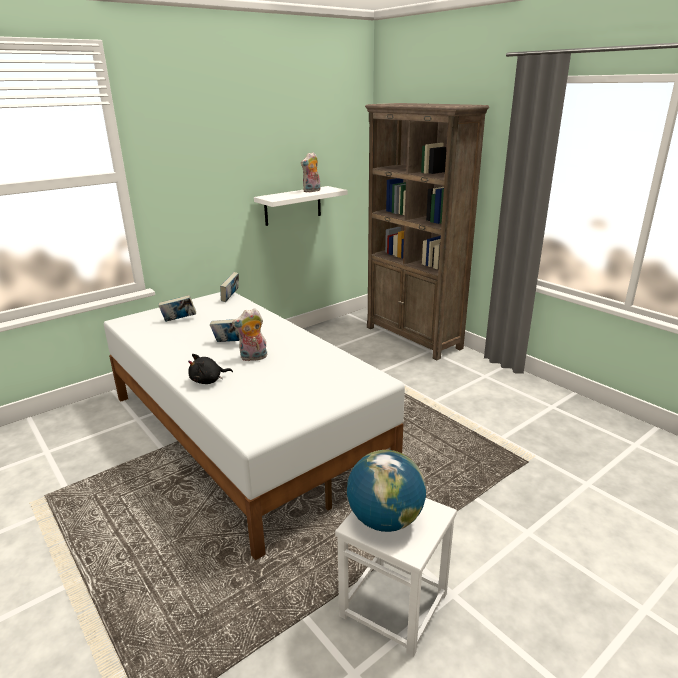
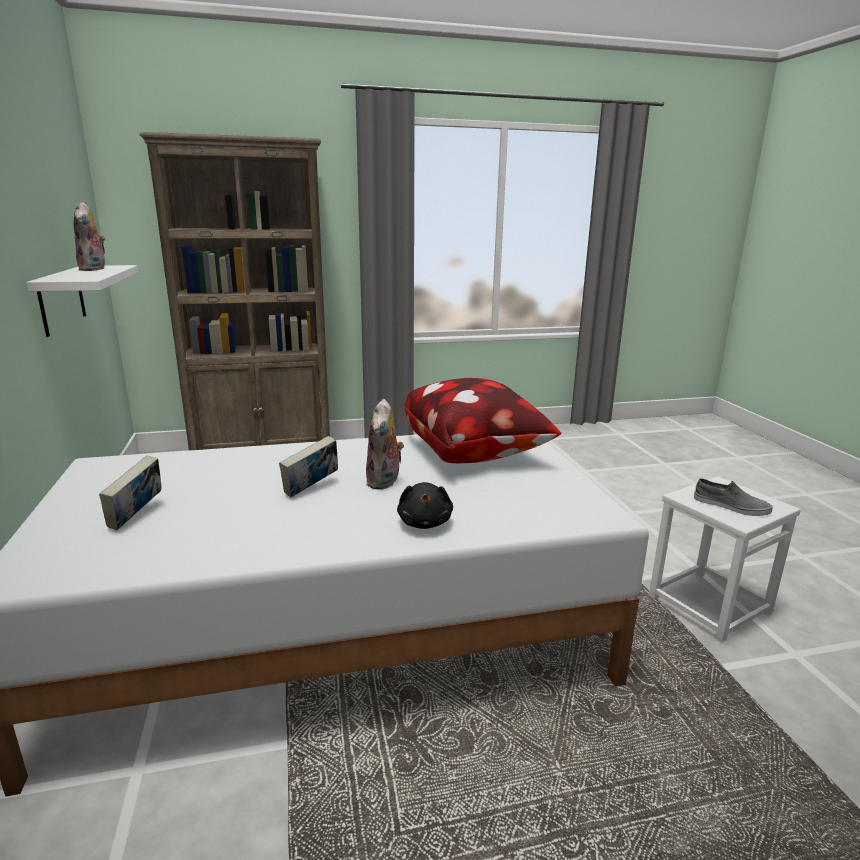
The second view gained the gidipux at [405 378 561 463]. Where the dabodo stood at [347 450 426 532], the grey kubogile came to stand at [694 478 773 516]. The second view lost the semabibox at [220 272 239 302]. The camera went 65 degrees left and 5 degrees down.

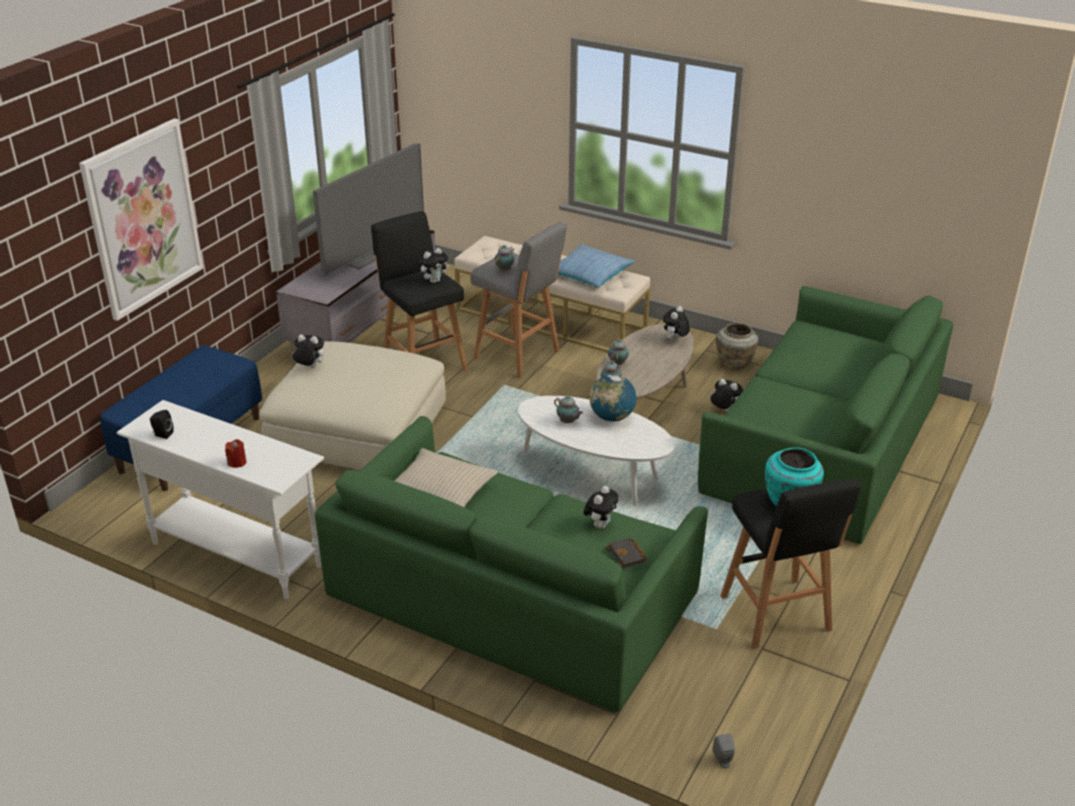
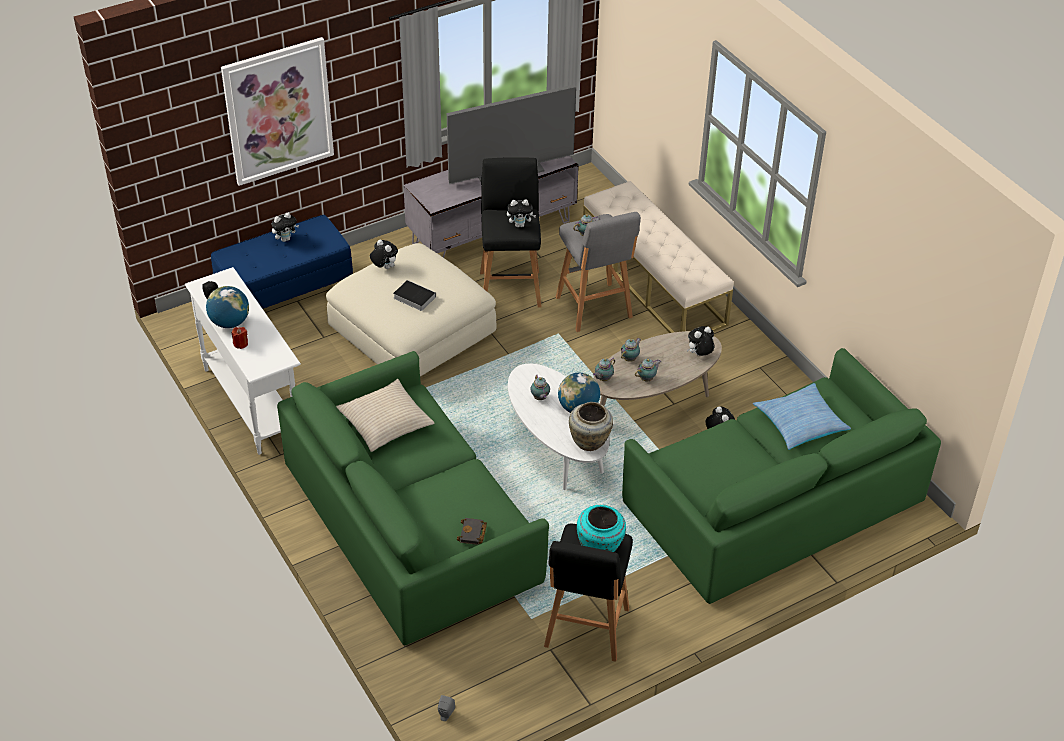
The second view gained the dabodo at [206 286 249 328]. The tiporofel ended up elsewhere, having gone from [583 486 619 529] to [272 213 299 242]. The second view gained the semabibox at [393 280 436 311]. The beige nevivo ended up elsewhere, having gone from [716 323 758 370] to [569 402 613 451]. The second view gained the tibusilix at [635 359 661 381]. The gidipux ended up elsewhere, having gone from [558 244 635 288] to [753 383 851 450]. The camera went 30 degrees right and 10 degrees up.

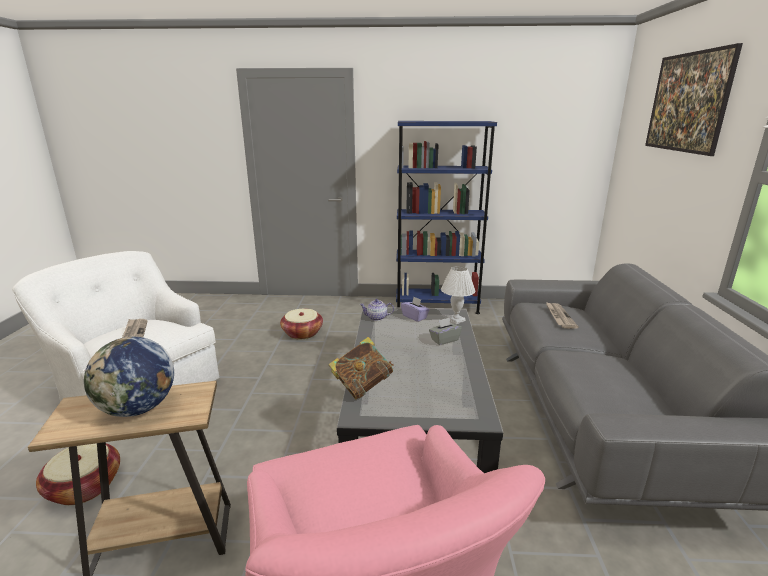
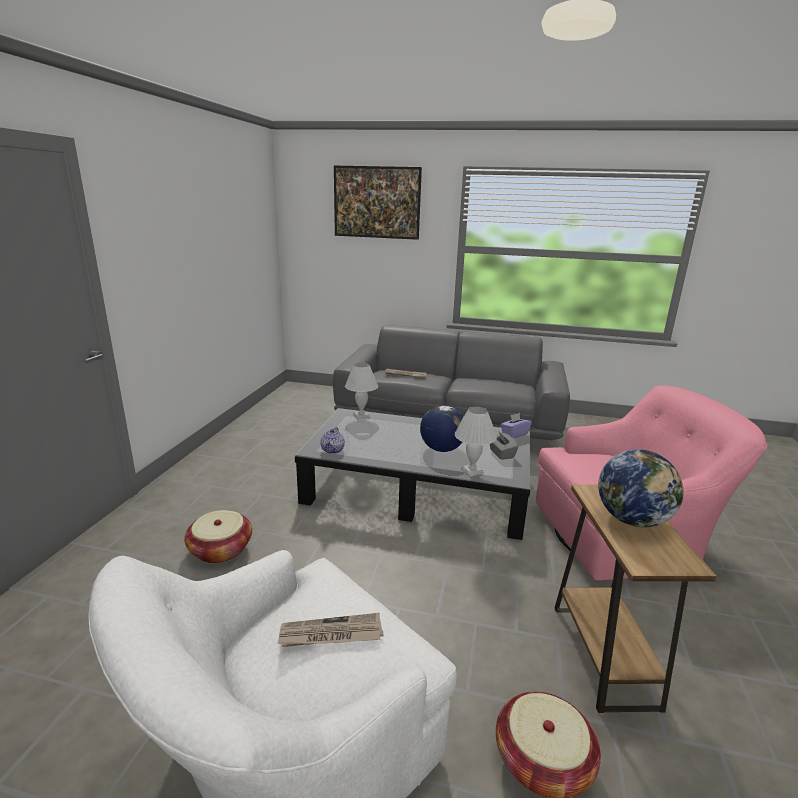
The second view gained the dabodo at [420 405 463 452]. Where the semabibox stood at [328 337 394 400], the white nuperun came to stand at [455 407 496 477]. The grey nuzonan ended up elsewhere, having gone from [429 318 462 345] to [490 432 518 460]. The purple nuzonan ended up elsewhere, having gone from [401 297 430 322] to [501 413 532 438]. The second view lost the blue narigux at [396 121 497 314]. The camera went 80 degrees left and 0 degrees up.

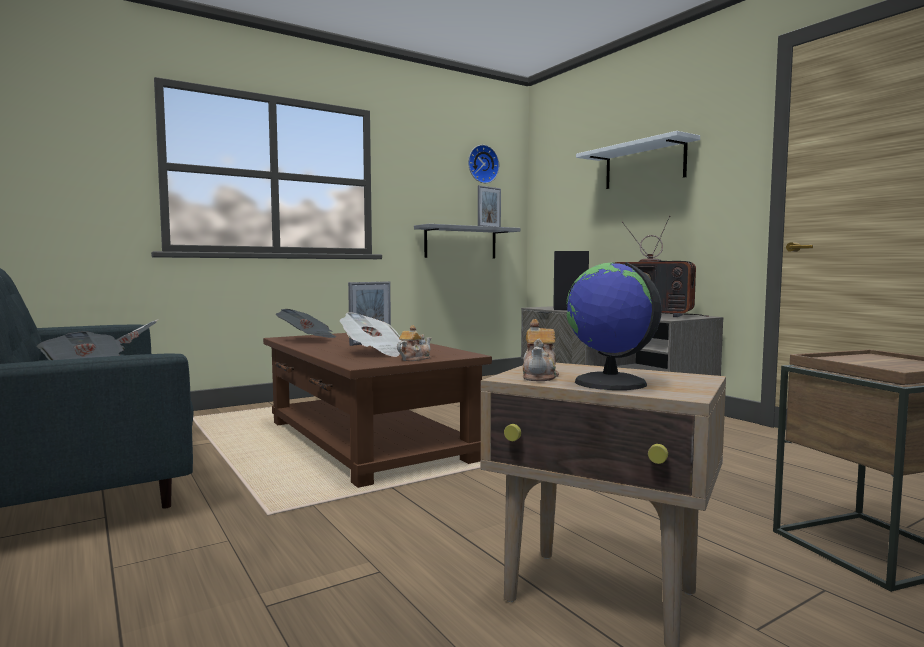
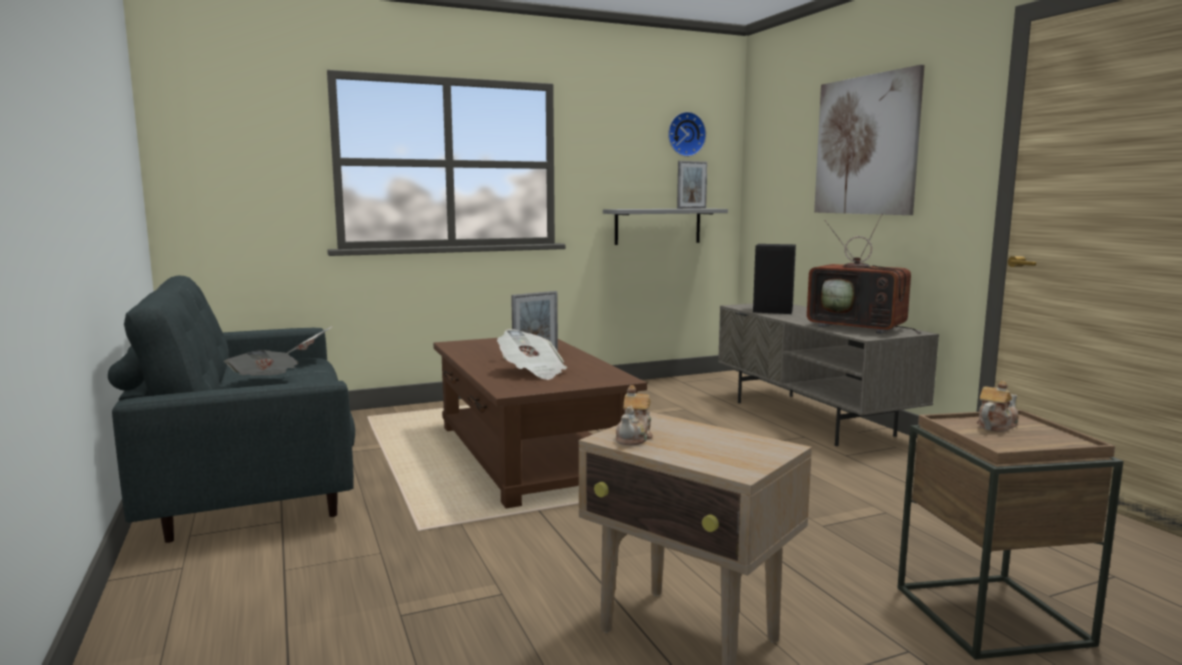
Where the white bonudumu hung at [576 131 700 189], the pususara came to hang at [814 65 925 215]. The tibusilix ended up elsewhere, having gone from [397 325 431 361] to [977 381 1019 432]. The second view lost the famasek at [276 309 336 338]. The second view lost the dabodo at [566 262 662 390]. The camera went 10 degrees right and 5 degrees up.

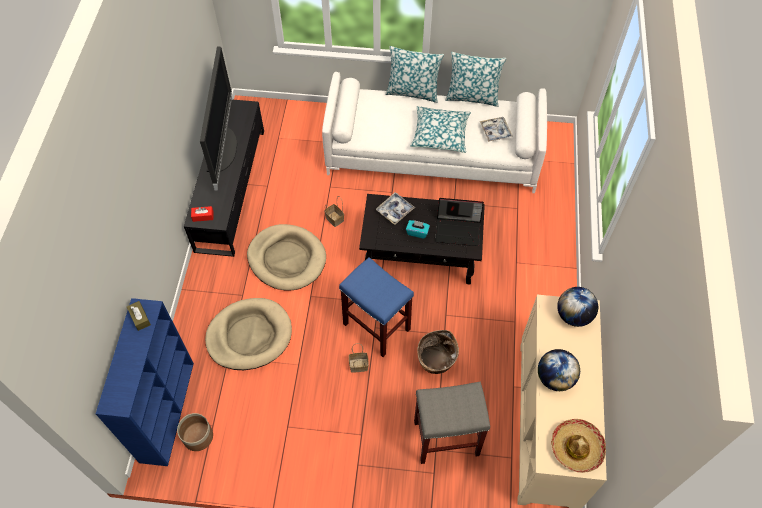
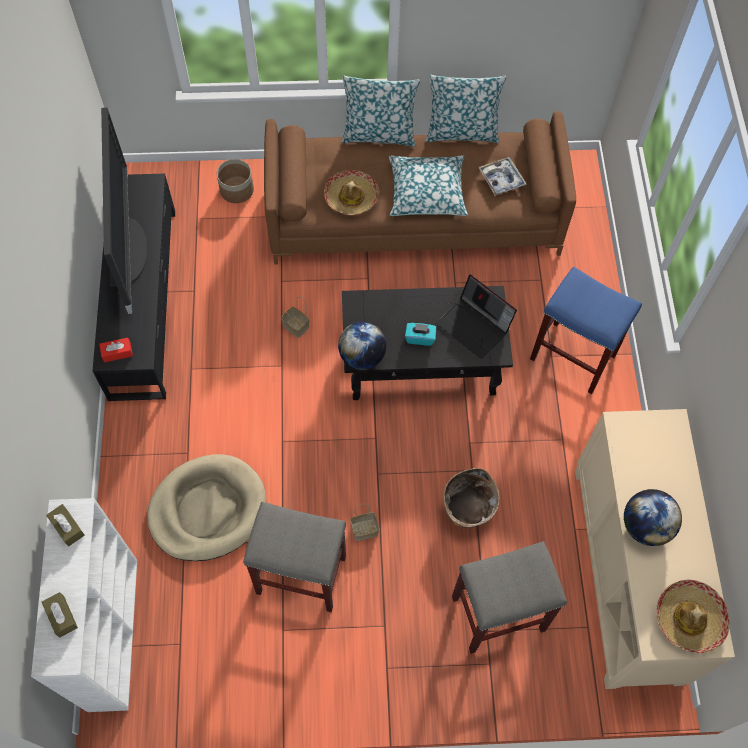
What was the blue narigux at [96 298 194 466] turned into the white narigux at [31 498 137 712]. The second view gained the brown nuzonan at [42 592 78 638]. The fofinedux ended up elsewhere, having gone from [177 413 213 451] to [217 159 254 203]. The second view gained the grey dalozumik at [243 502 346 612]. What was the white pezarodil at [322 72 547 193] turned into the brown pezarodil at [264 111 576 264]. The second view gained the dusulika at [324 170 379 215]. The dabodo ended up elsewhere, having gone from [557 287 598 327] to [338 322 386 370]. The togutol at [435 198 484 246] ended up facing another way, 45 degrees clockwise from before. The blue dalozumik ended up elsewhere, having gone from [339 257 414 357] to [530 267 642 394]. The second view lost the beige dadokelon at [247 224 326 291]. The second view lost the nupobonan at [376 192 415 225]. The camera went 10 degrees left and 5 degrees up.

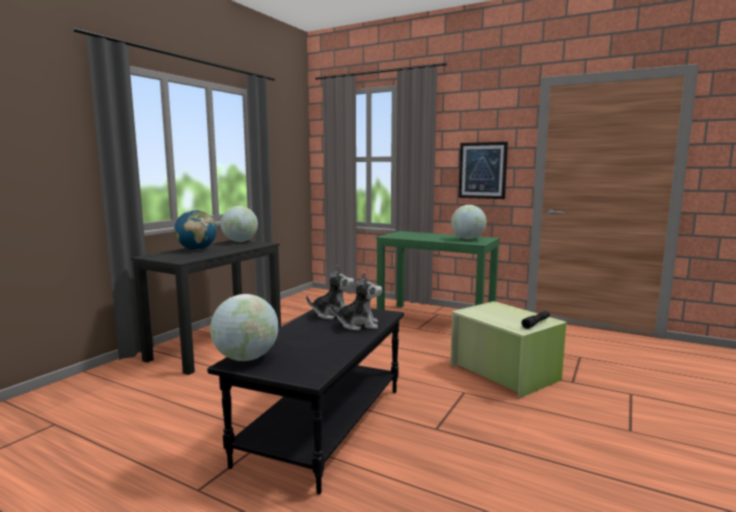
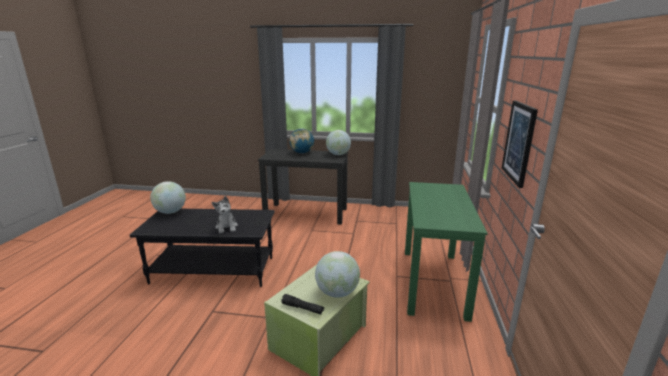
The dabodo ended up elsewhere, having gone from [451 205 487 240] to [315 251 360 298]. The second view lost the tiporofel at [306 265 354 320]. The camera went 70 degrees right and 10 degrees up.

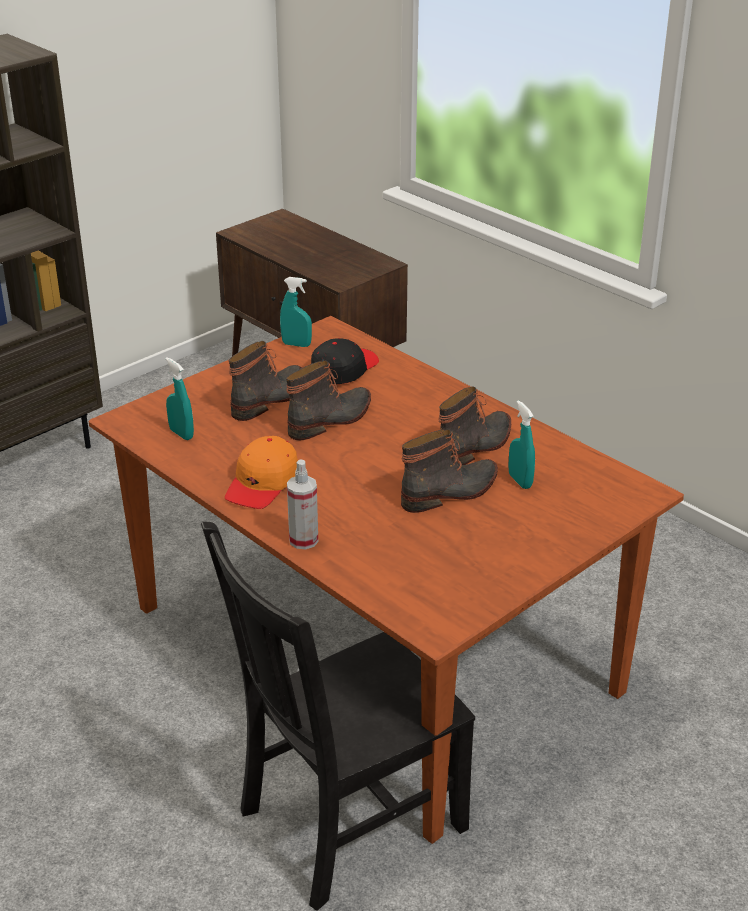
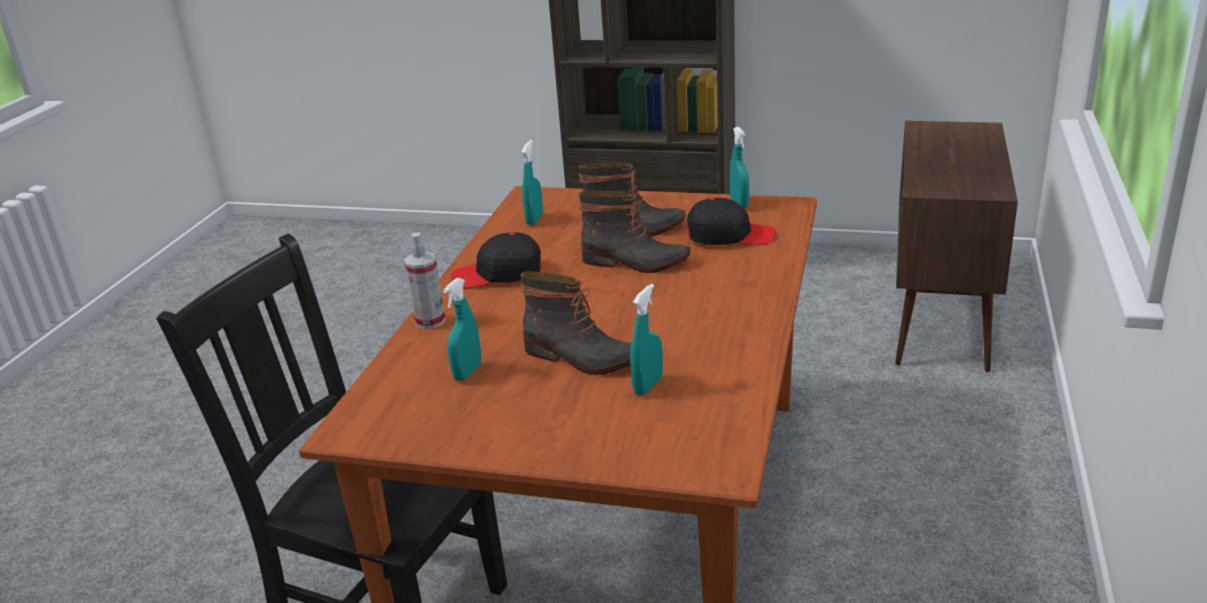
The second view gained the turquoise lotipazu at [443 278 481 381]. What was the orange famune at [225 436 298 509] turned into the black famune at [451 232 542 288]. The second view lost the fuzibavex at [438 386 511 465]. The camera went 60 degrees right and 5 degrees down.

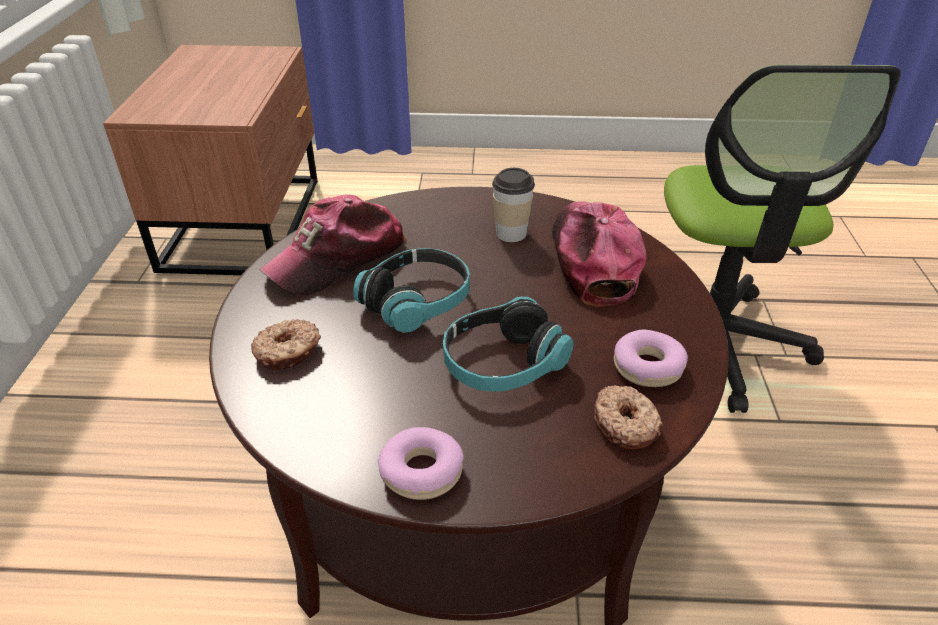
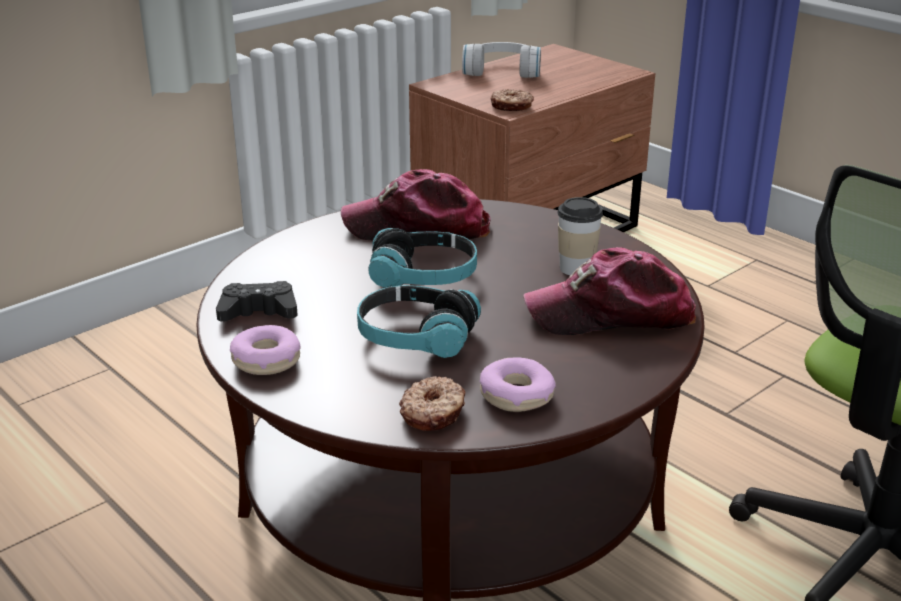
The second view gained the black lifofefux at [216 281 298 322]. The second view gained the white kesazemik at [462 42 541 78]. The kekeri ended up elsewhere, having gone from [251 319 321 370] to [491 89 534 111]. The famune at [552 201 646 307] ended up facing another way, 135 degrees counterclockwise from before. The camera went 45 degrees right and 10 degrees down.

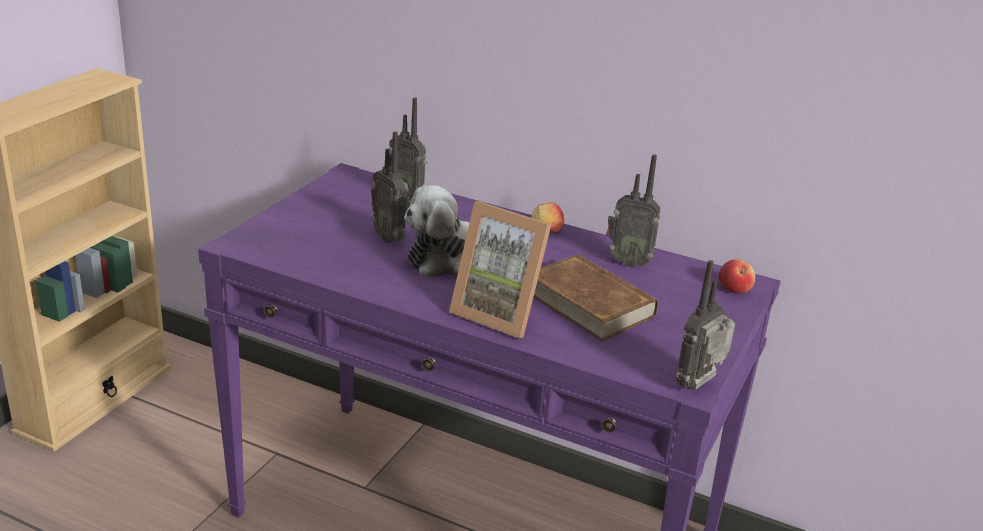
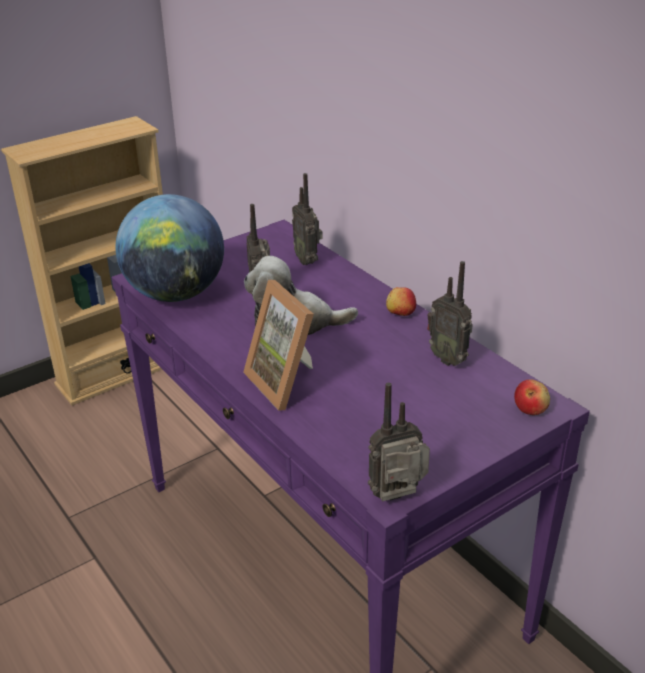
The second view gained the dabodo at [116 194 224 302]. The second view lost the brown semabibox at [534 254 658 341]. The camera went 30 degrees right and 5 degrees up.

